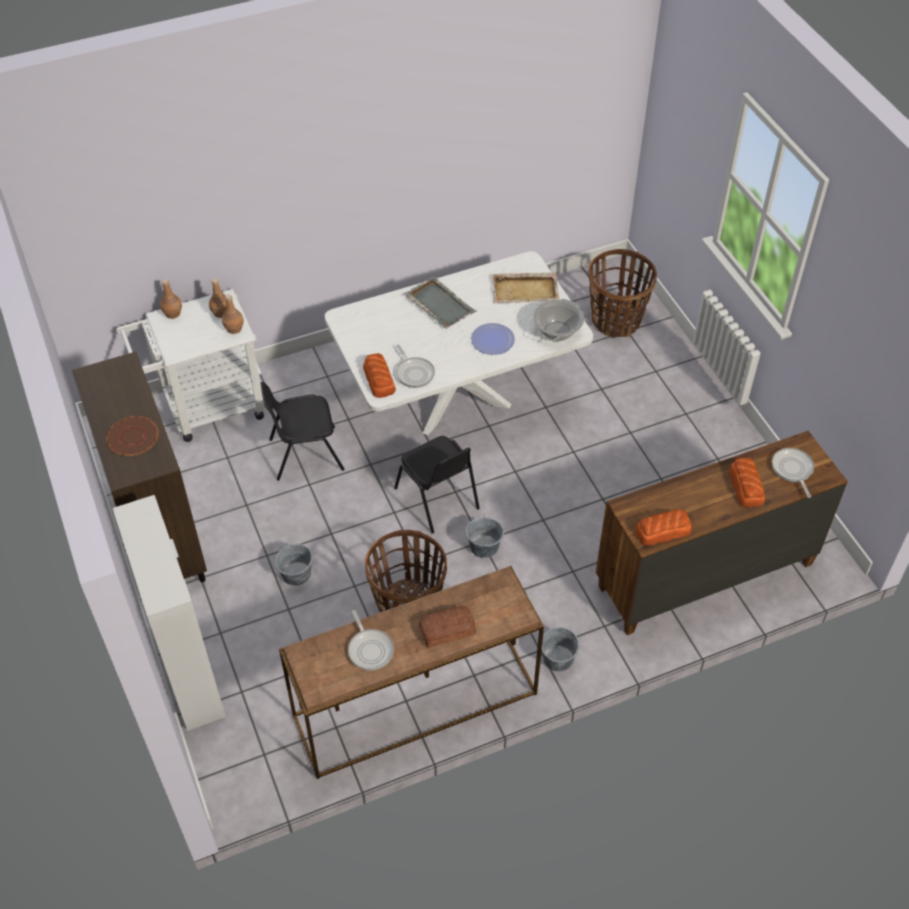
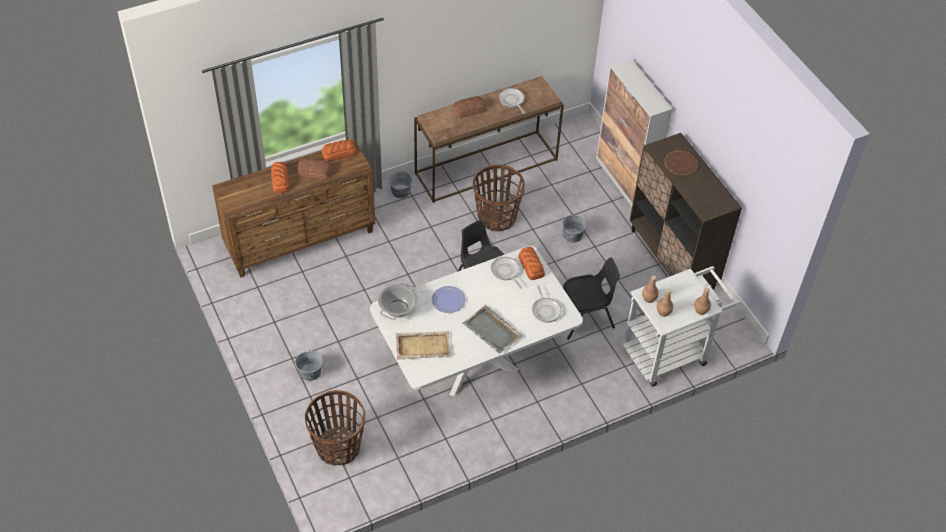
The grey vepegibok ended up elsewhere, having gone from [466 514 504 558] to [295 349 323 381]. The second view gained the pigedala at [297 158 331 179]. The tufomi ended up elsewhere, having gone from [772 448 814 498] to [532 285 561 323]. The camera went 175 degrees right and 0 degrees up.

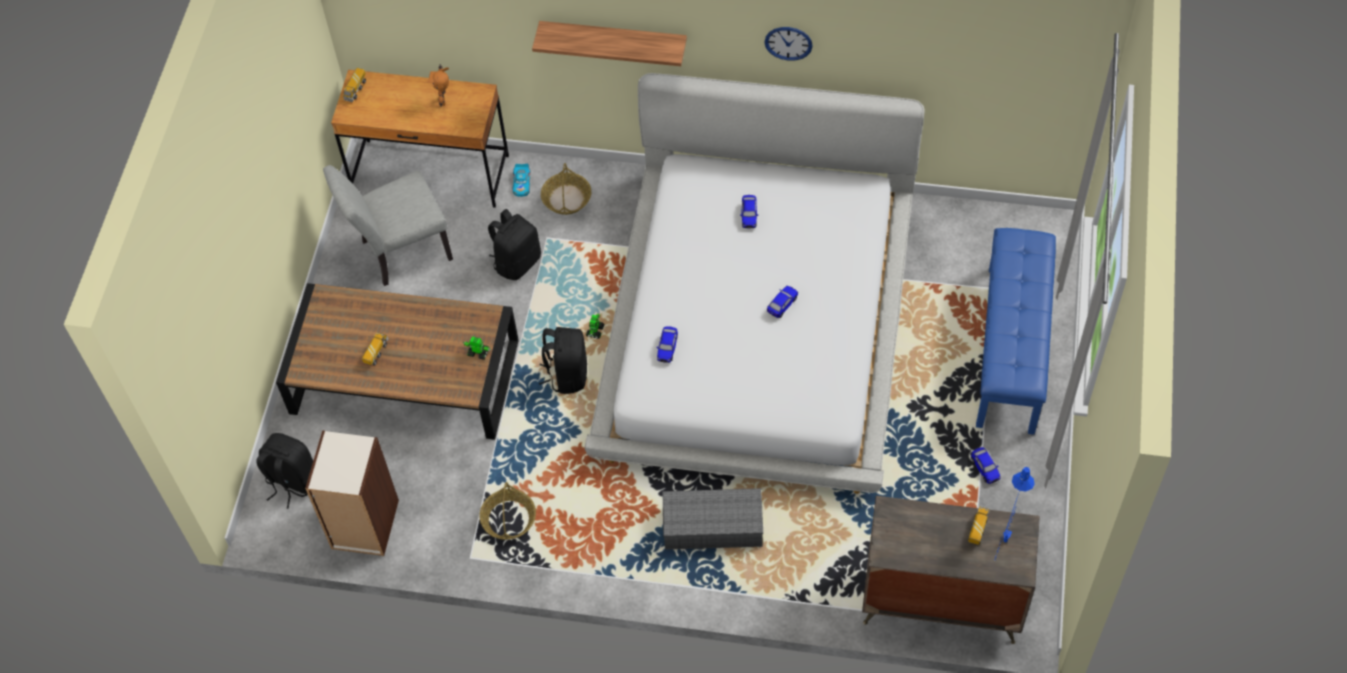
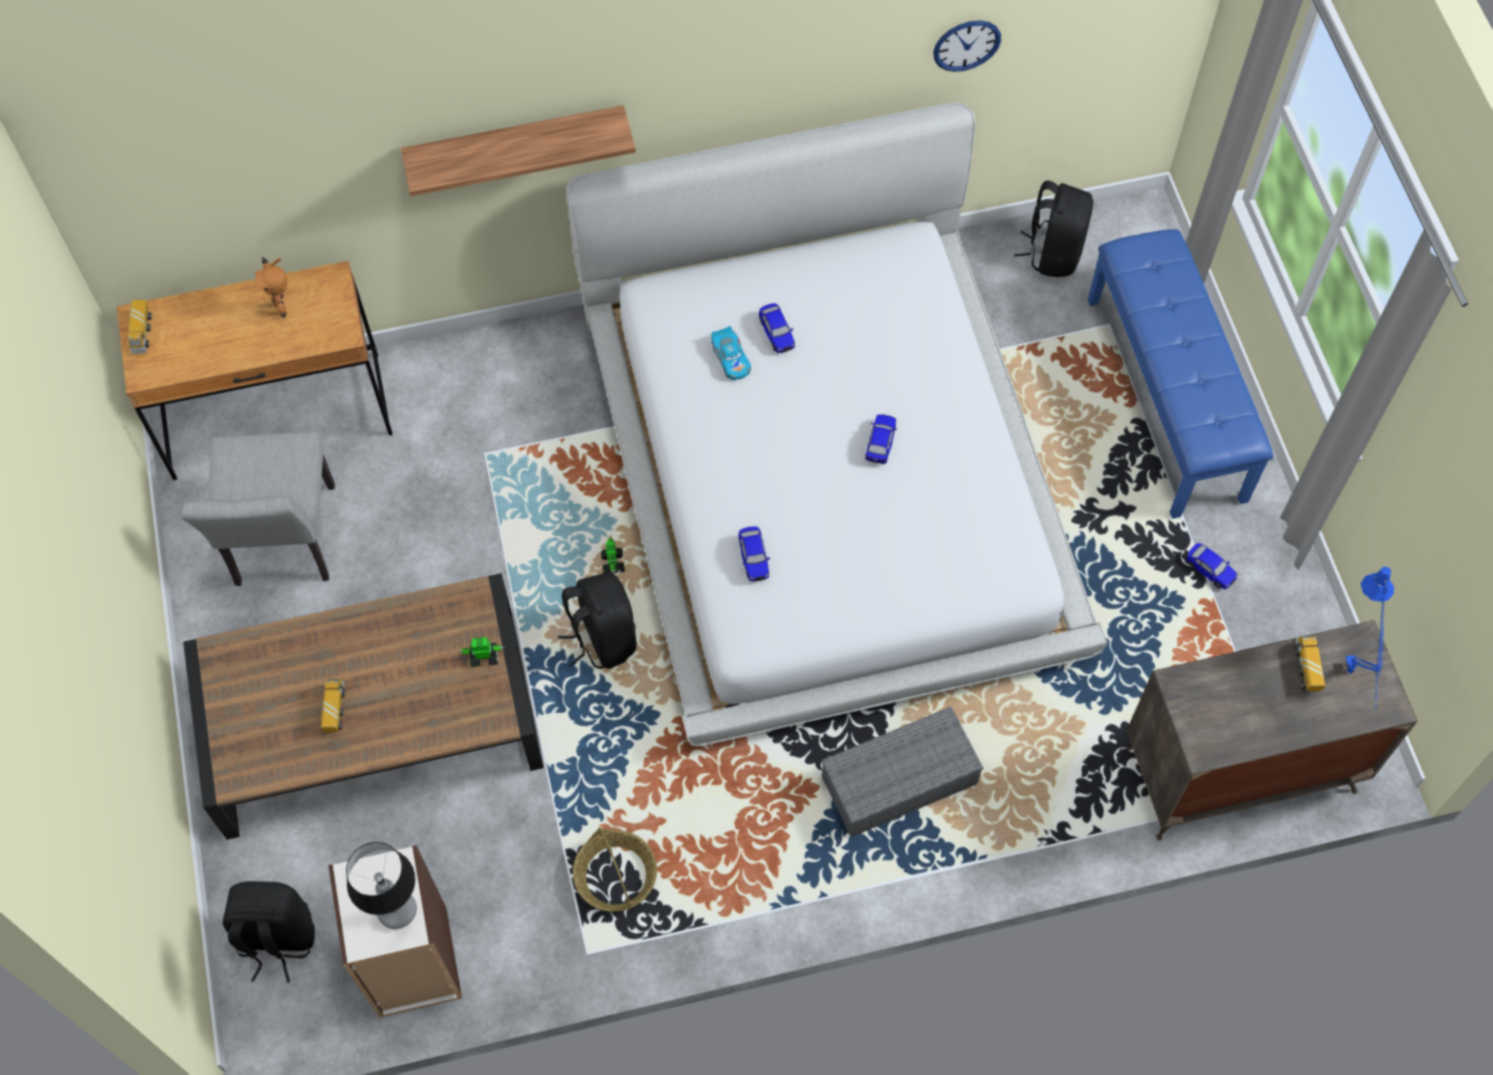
The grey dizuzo at [323 165 453 286] ended up facing another way, 45 degrees counterclockwise from before. The second view gained the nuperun at [346 842 417 929]. The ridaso ended up elsewhere, having gone from [513 164 531 197] to [711 326 751 380]. The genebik ended up elsewhere, having gone from [764 27 813 61] to [933 20 1001 72]. The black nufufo ended up elsewhere, having gone from [488 209 541 280] to [1014 181 1093 277]. The second view lost the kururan at [541 163 591 215]. The camera went 25 degrees left and 5 degrees up.

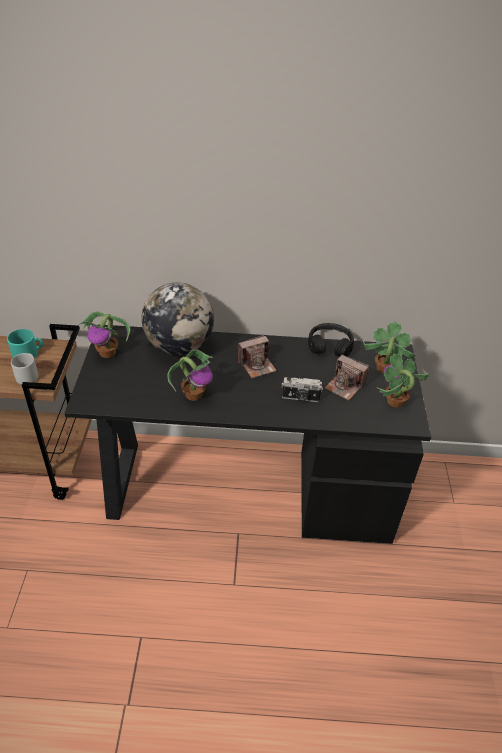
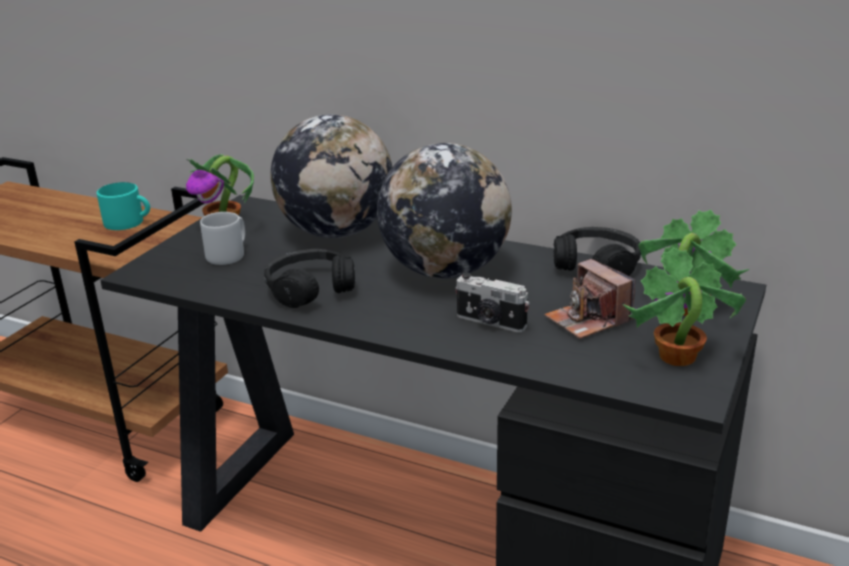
The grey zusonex ended up elsewhere, having gone from [11 353 38 385] to [200 212 245 265]. Where the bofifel stood at [167 349 213 401], the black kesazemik came to stand at [264 249 355 308]. Where the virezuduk stood at [238 335 277 378], the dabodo came to stand at [377 143 512 278]. The camera went 25 degrees right and 15 degrees down.

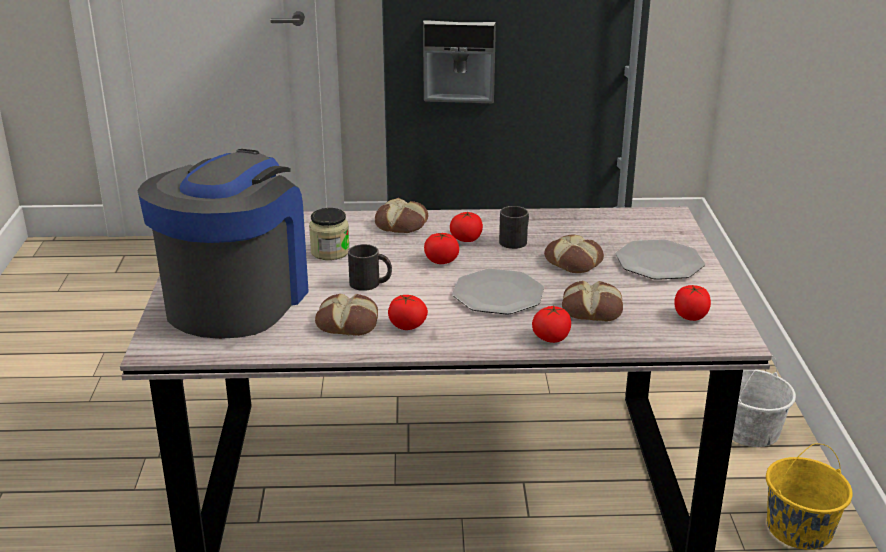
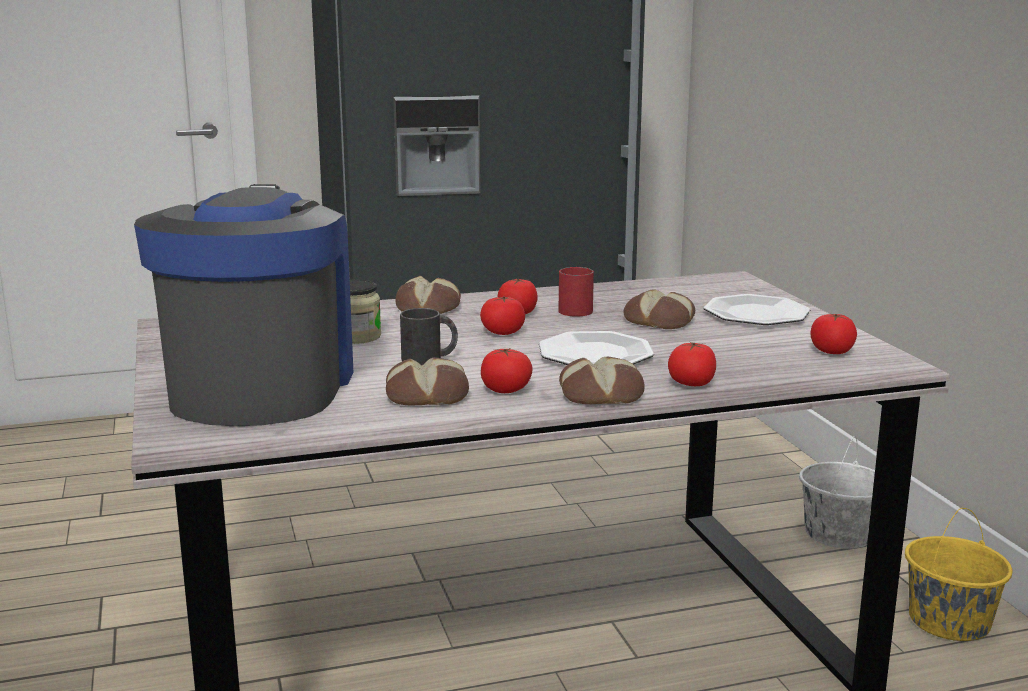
What was the black zusonex at [499 206 529 249] turned into the red zusonex at [558 267 594 317]. The pigedala ended up elsewhere, having gone from [562 281 623 322] to [559 356 645 404]. The camera went 15 degrees left and 10 degrees down.

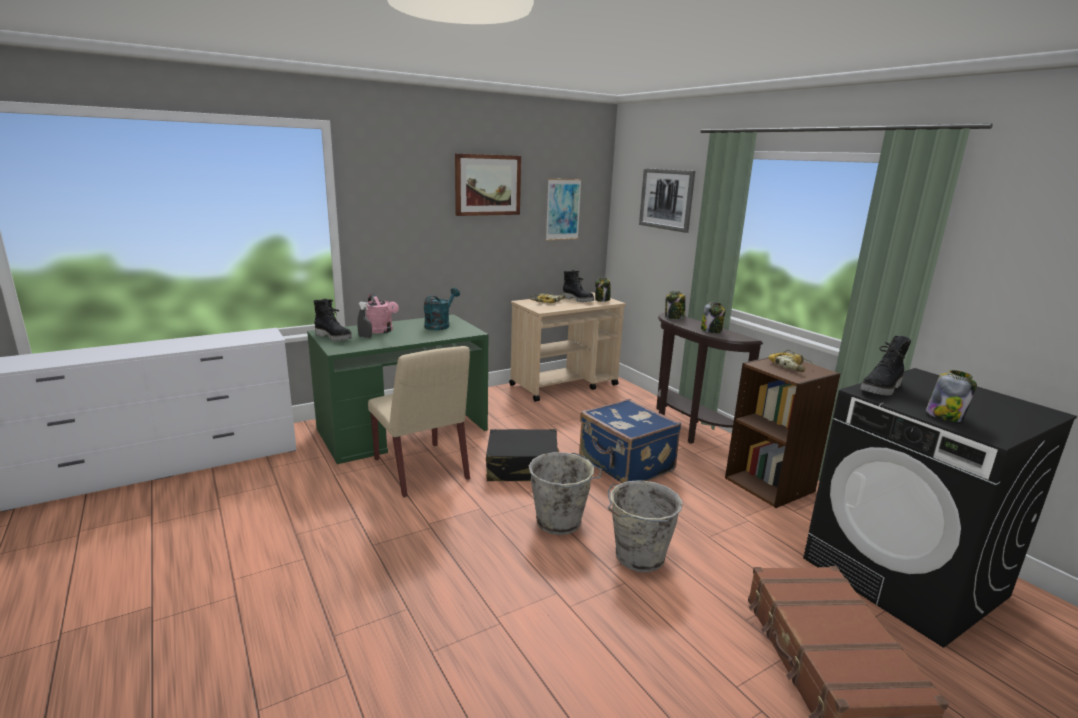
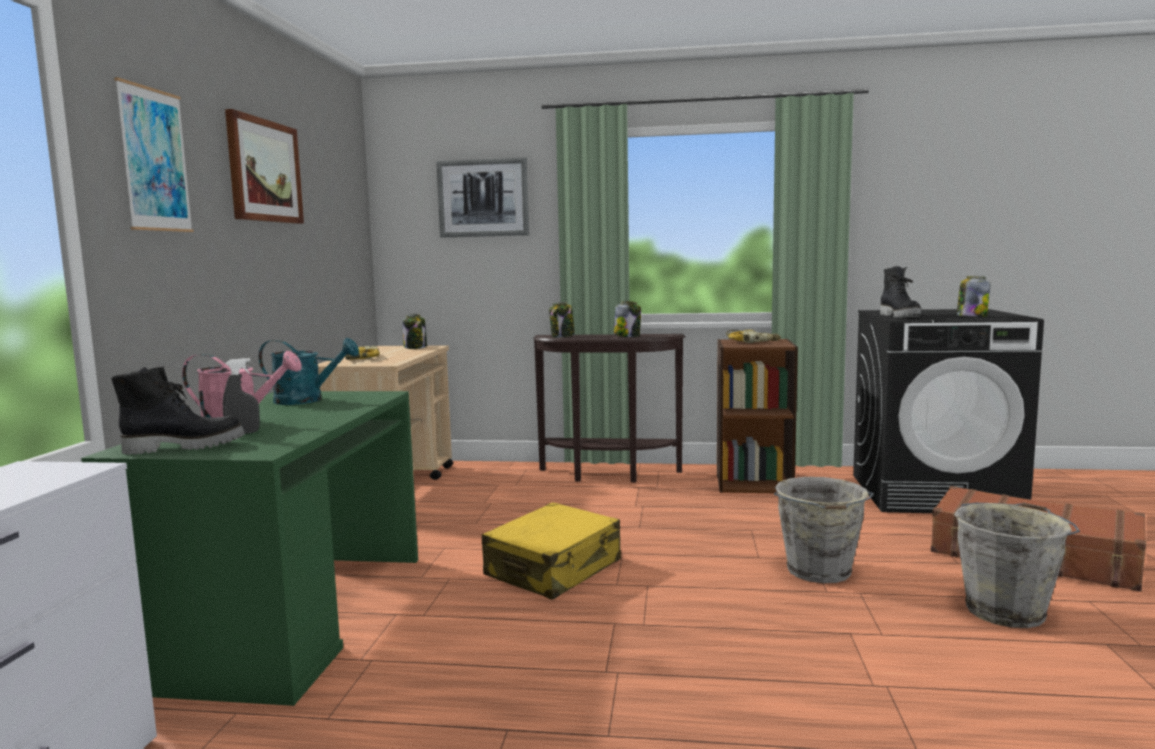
The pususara ended up elsewhere, having gone from [546 179 582 241] to [114 77 194 232]. The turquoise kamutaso at [424 288 460 330] ended up facing another way, 120 degrees clockwise from before. What was the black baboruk at [486 429 559 481] turned into the yellow baboruk at [482 502 621 600]. The grey vepegibok ended up elsewhere, having gone from [529 452 602 535] to [954 502 1080 628]. The second view lost the beige dizuzo at [368 346 470 498]. The second view lost the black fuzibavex at [563 270 594 302]. The second view lost the blue baboruk at [579 399 681 483]. The camera went 50 degrees left and 10 degrees down.

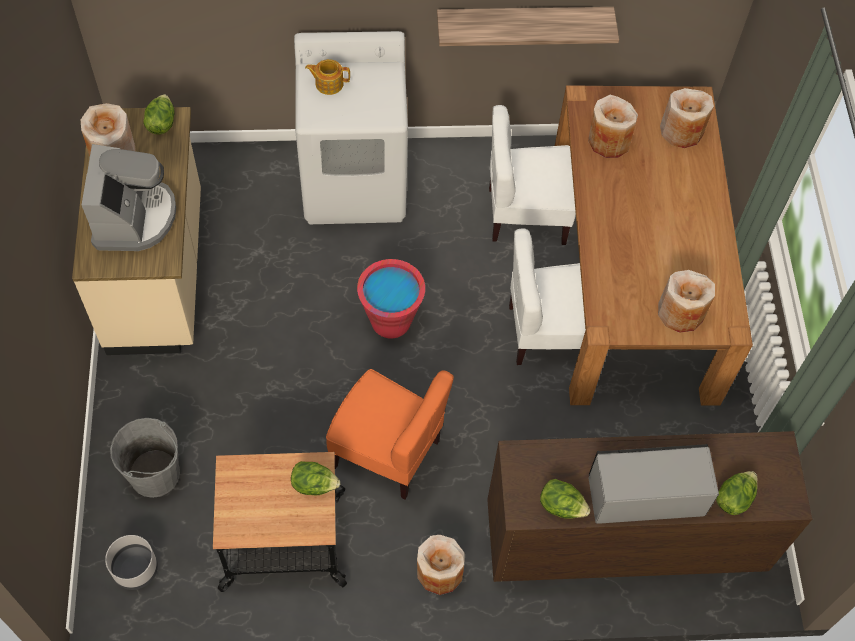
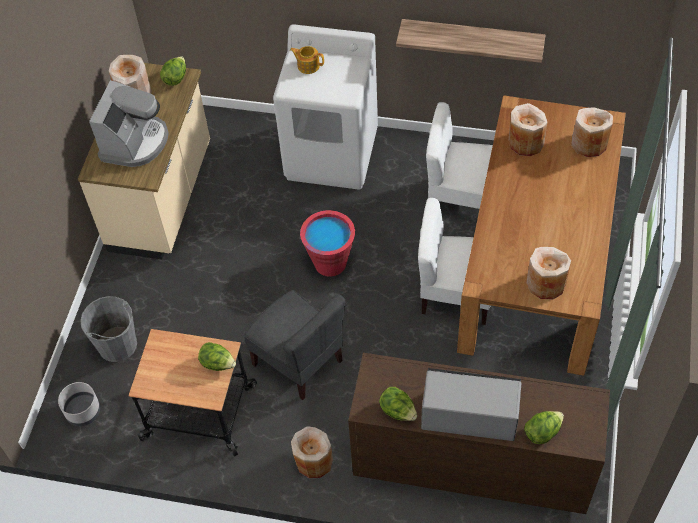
What was the orange dizuzo at [326 369 454 499] turned into the grey dizuzo at [244 290 345 400]. The camera went 20 degrees right and 5 degrees down.

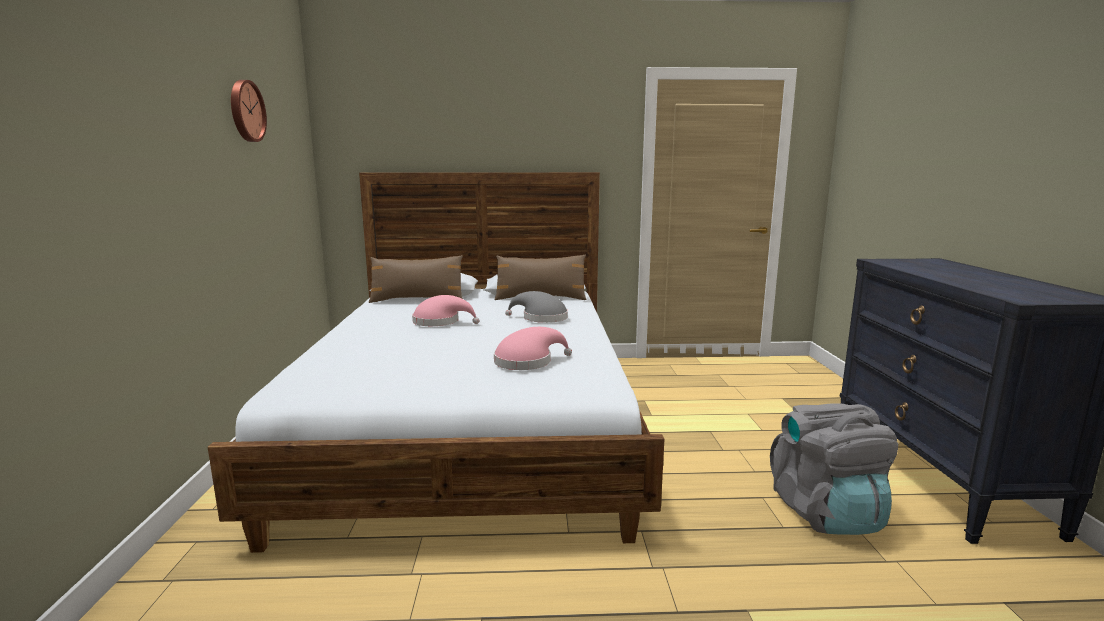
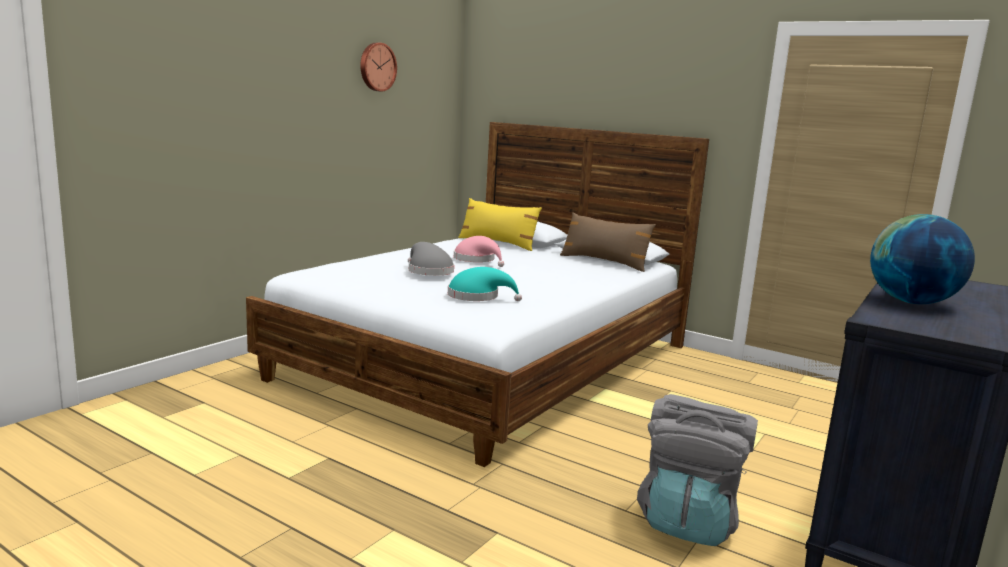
The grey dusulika ended up elsewhere, having gone from [505 291 568 323] to [408 242 454 276]. What was the pink dusulika at [494 327 572 370] turned into the turquoise dusulika at [448 267 522 301]. What was the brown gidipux at [369 255 463 303] turned into the yellow gidipux at [458 198 542 251]. The second view gained the dabodo at [870 214 975 304]. The camera went 35 degrees right and 0 degrees up.

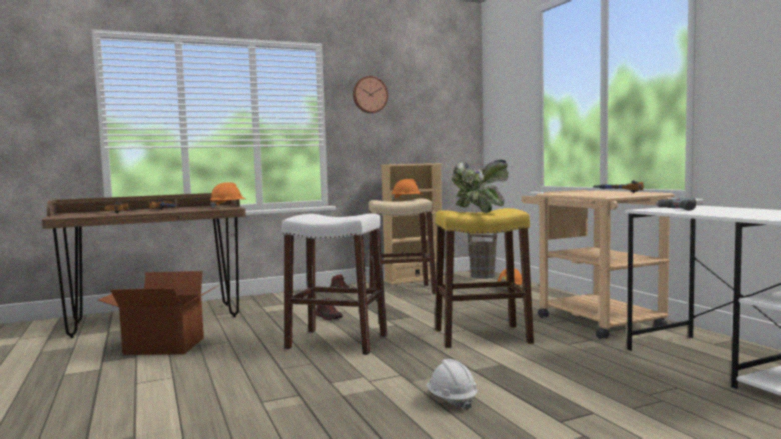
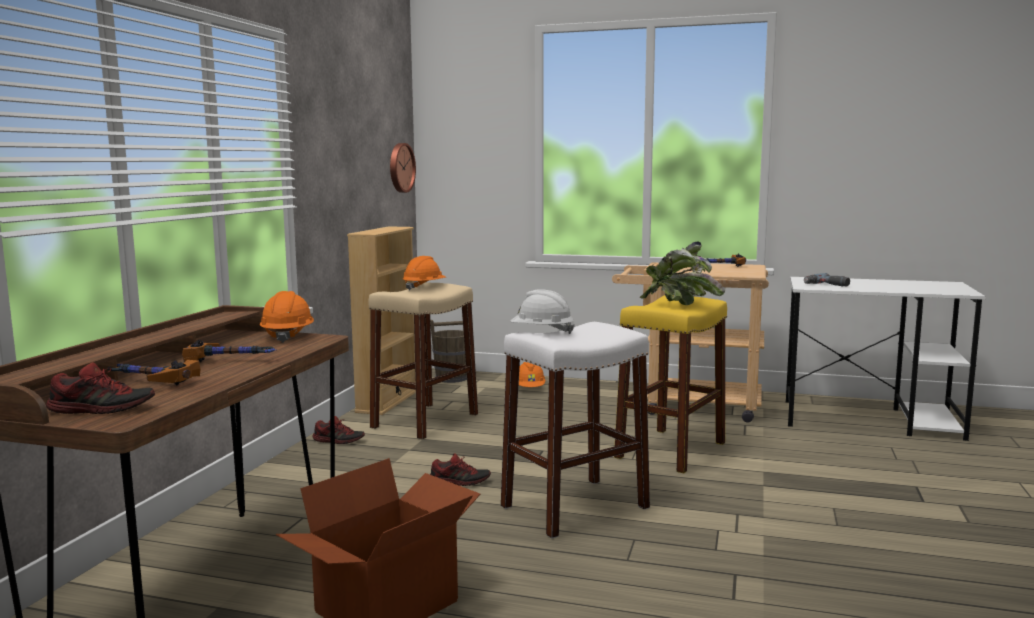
The second view gained the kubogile at [46 363 155 414]. The genebik ended up elsewhere, having gone from [353 76 388 113] to [390 143 416 193]. The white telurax ended up elsewhere, having gone from [426 359 477 410] to [510 289 575 334]. The camera went 50 degrees left and 5 degrees up.

